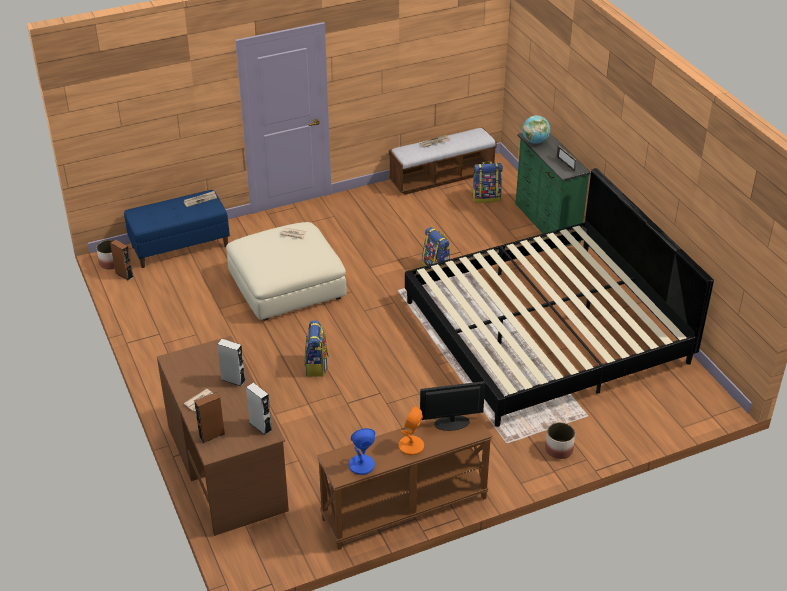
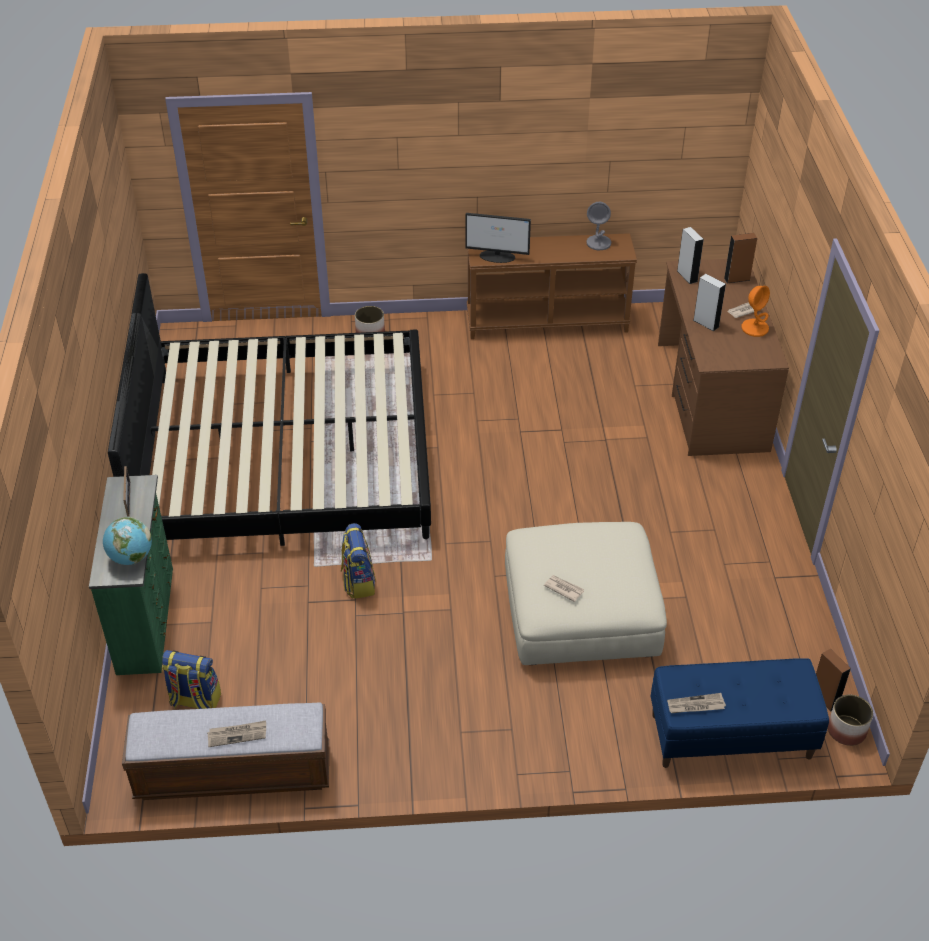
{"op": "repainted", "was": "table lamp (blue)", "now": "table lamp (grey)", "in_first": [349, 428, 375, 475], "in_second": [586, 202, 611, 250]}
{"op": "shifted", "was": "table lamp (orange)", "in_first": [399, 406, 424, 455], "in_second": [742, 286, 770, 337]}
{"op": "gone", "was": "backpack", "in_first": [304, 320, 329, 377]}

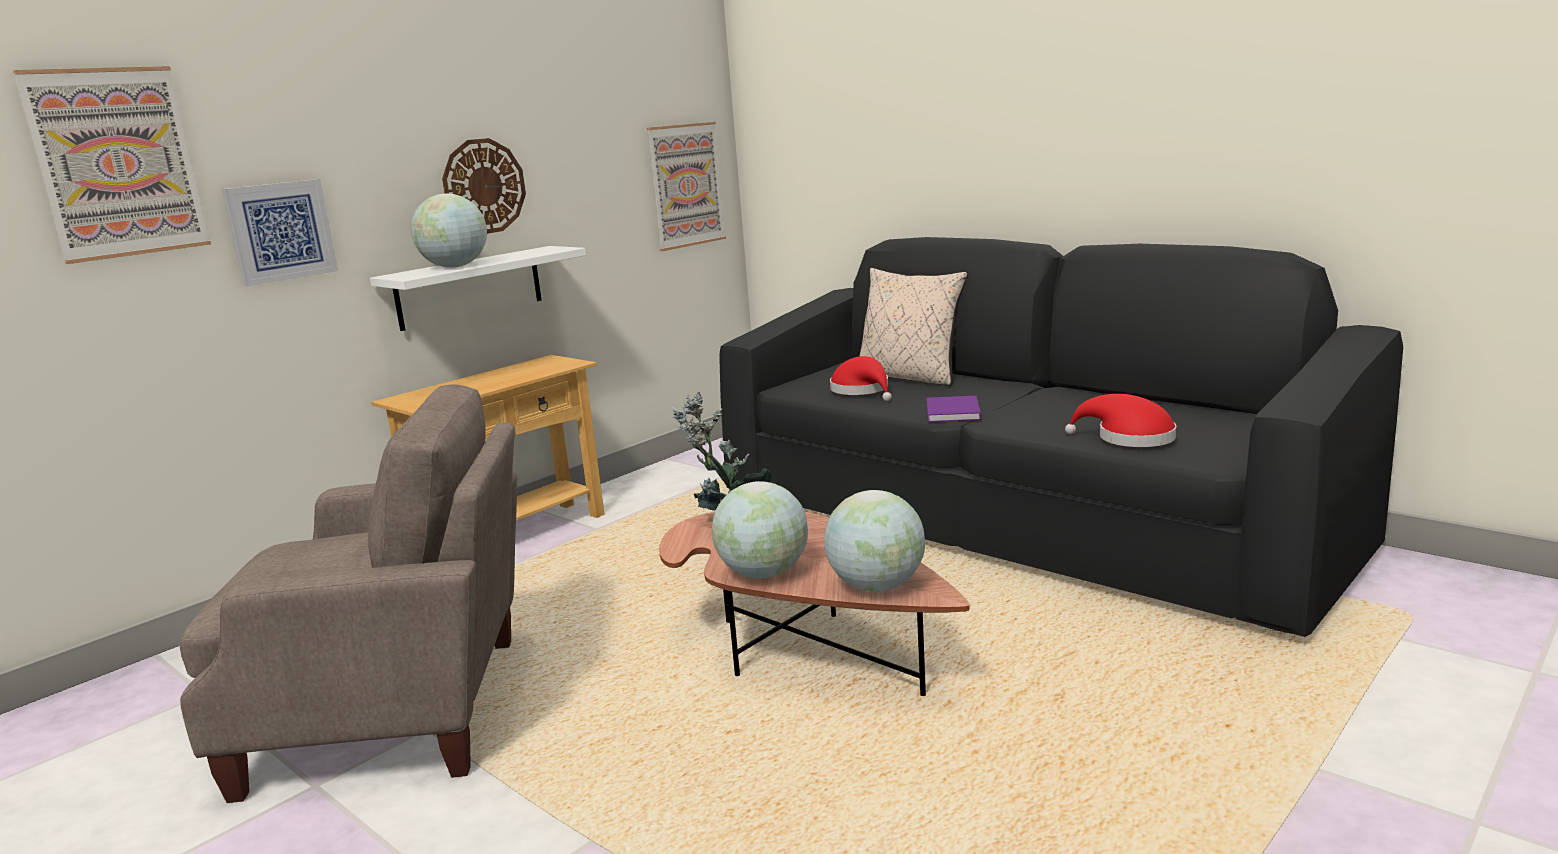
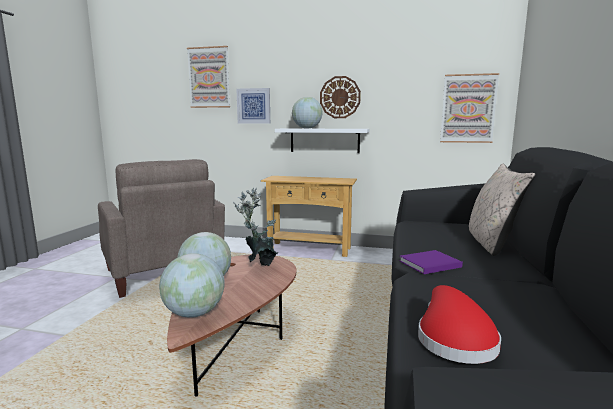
{"op": "gone", "was": "hat (red)", "in_first": [830, 356, 892, 401]}

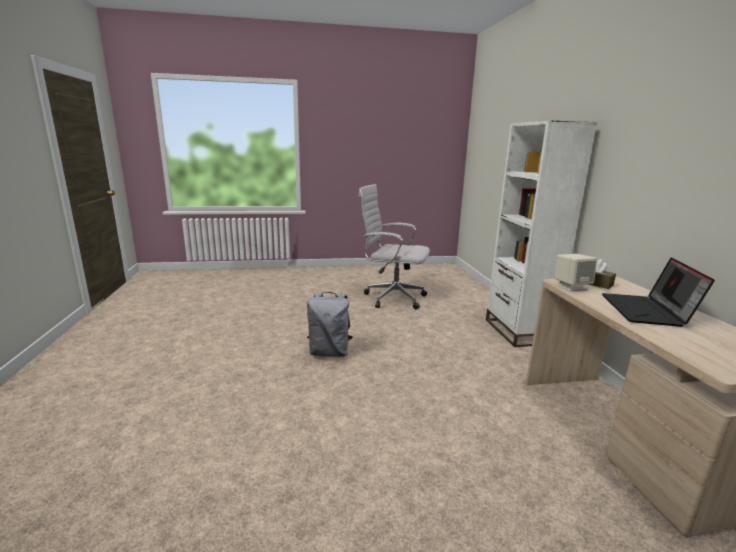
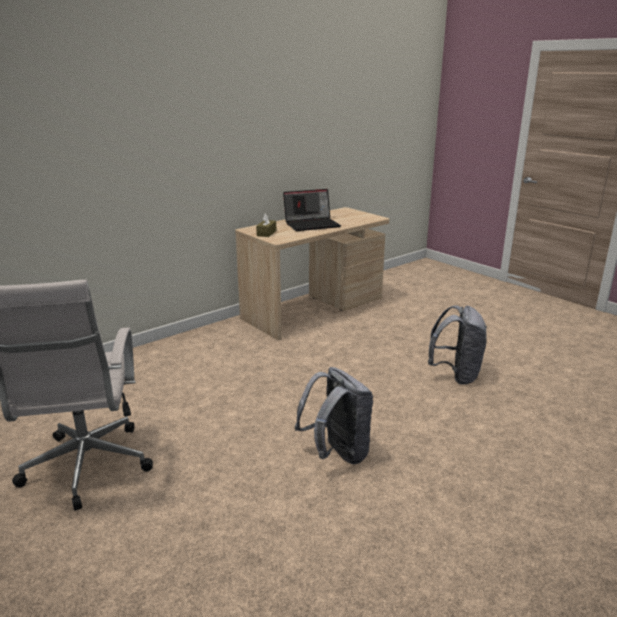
{"op": "new", "now": "backpack (grey)", "in_second": [428, 305, 487, 385]}
{"op": "gone", "was": "bookcase (white)", "in_first": [486, 120, 597, 347]}
{"op": "gone", "was": "speaker (beige)", "in_first": [554, 254, 597, 291]}

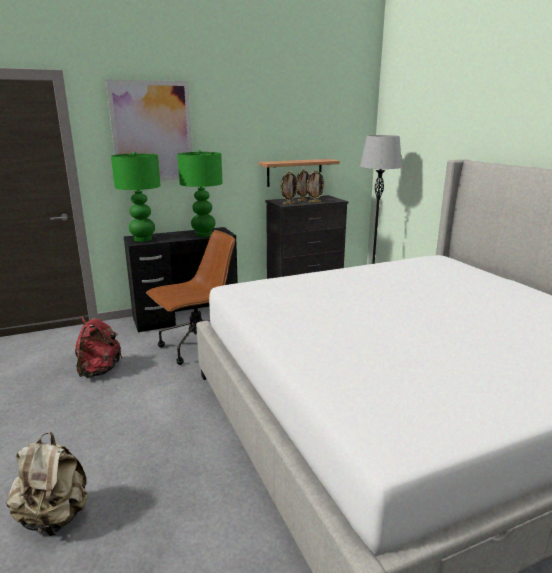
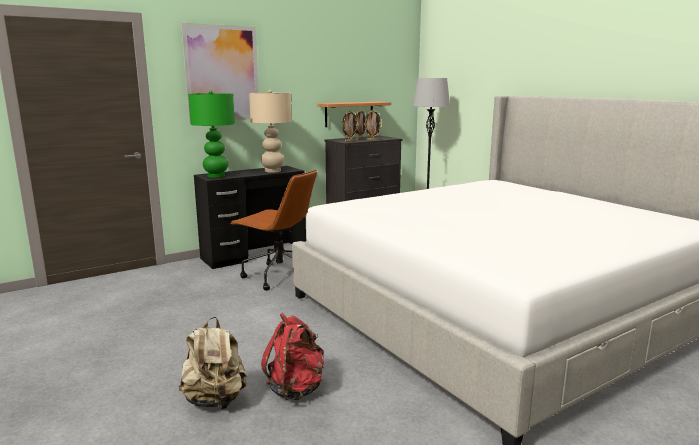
{"op": "rotated", "was": "office chair (brown)", "in_first": [146, 230, 235, 365], "in_second": [230, 170, 317, 291], "clockwise": 75}
{"op": "repainted", "was": "table lamp (green)", "now": "table lamp (beige)", "in_first": [177, 150, 222, 237], "in_second": [249, 90, 292, 173]}
{"op": "shifted", "was": "backpack (red)", "in_first": [75, 316, 122, 378], "in_second": [261, 313, 324, 400]}

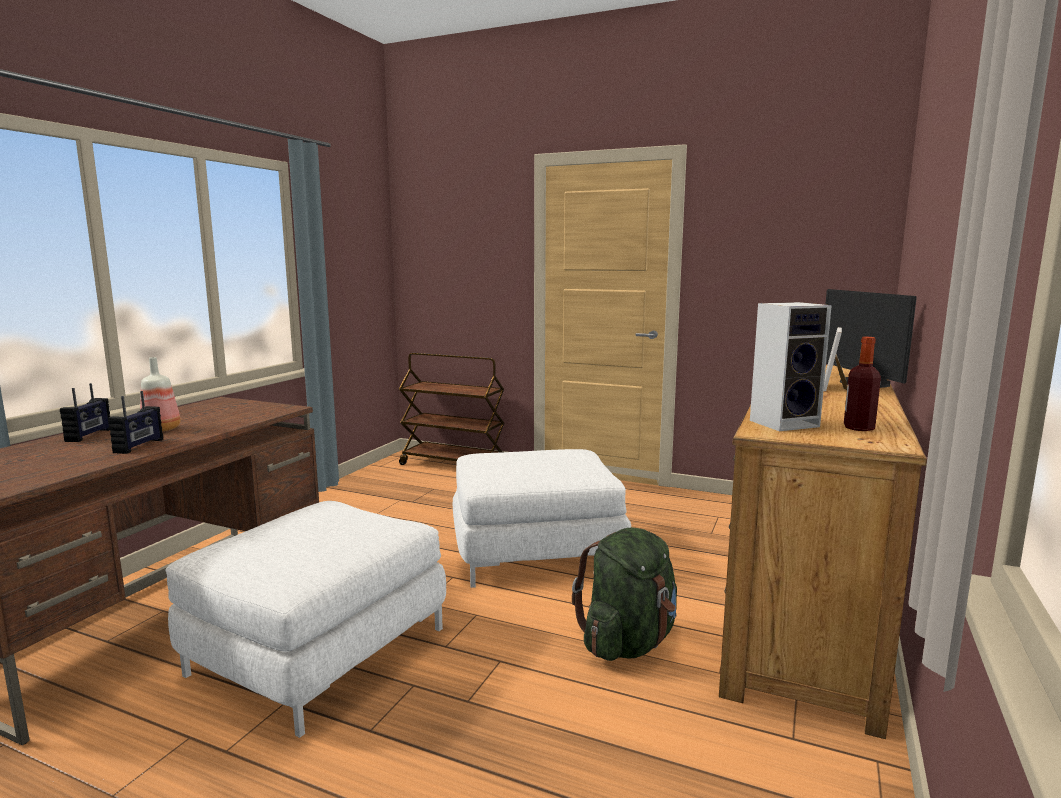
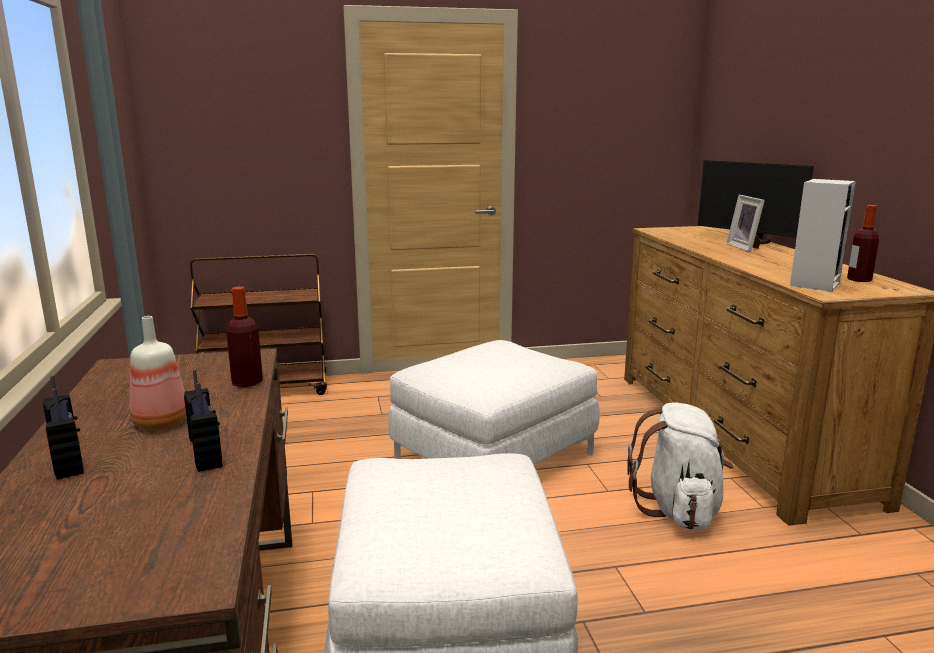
{"op": "new", "now": "bottle", "in_second": [226, 286, 263, 387]}
{"op": "repainted", "was": "backpack (green)", "now": "backpack (white)", "in_first": [572, 527, 677, 661], "in_second": [627, 402, 734, 529]}

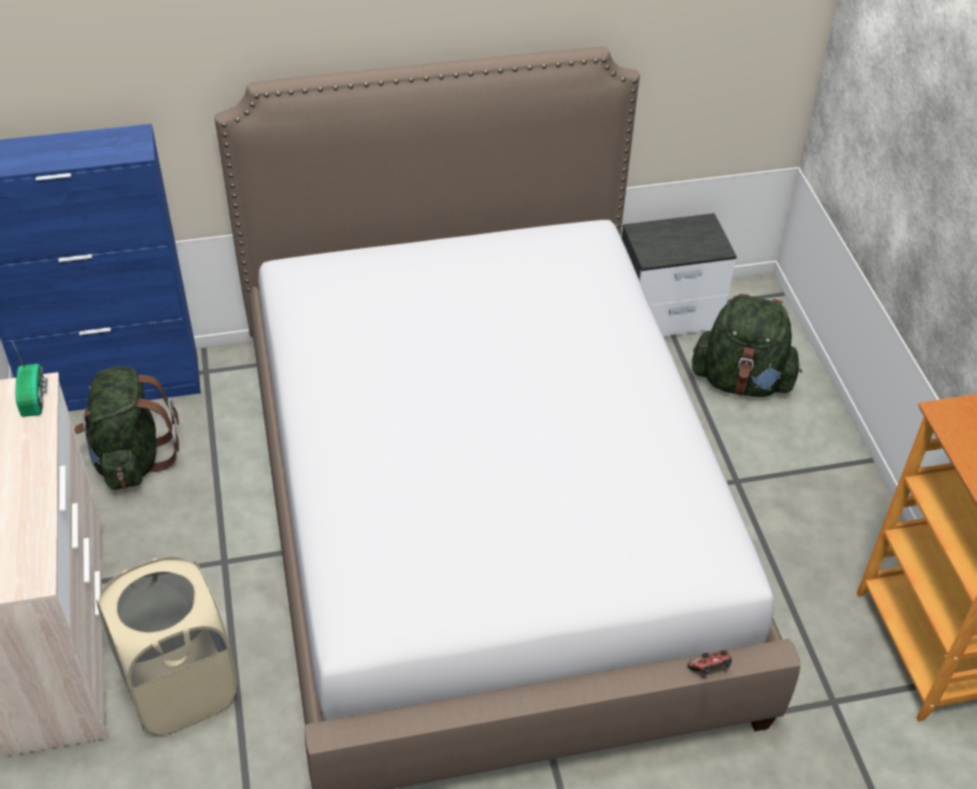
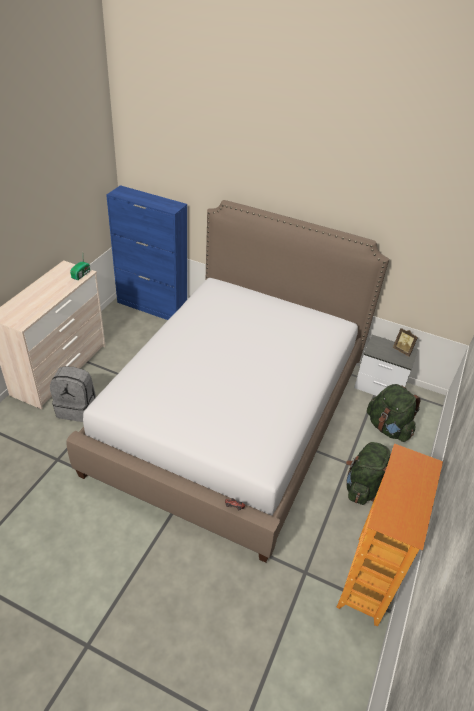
{"op": "swapped", "was": "laundry basket (beige)", "now": "backpack (grey)", "in_first": [96, 556, 238, 735], "in_second": [50, 366, 96, 422]}
{"op": "shifted", "was": "backpack (green)", "in_first": [74, 366, 179, 490], "in_second": [346, 442, 391, 505]}
{"op": "new", "now": "picture frame", "in_second": [393, 328, 418, 356]}

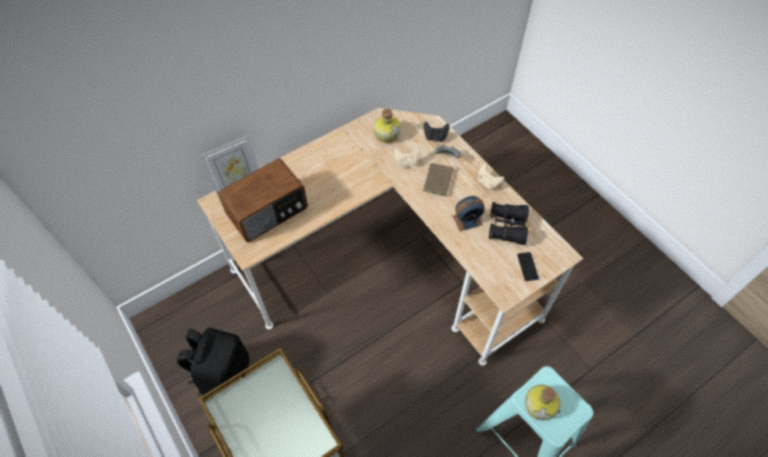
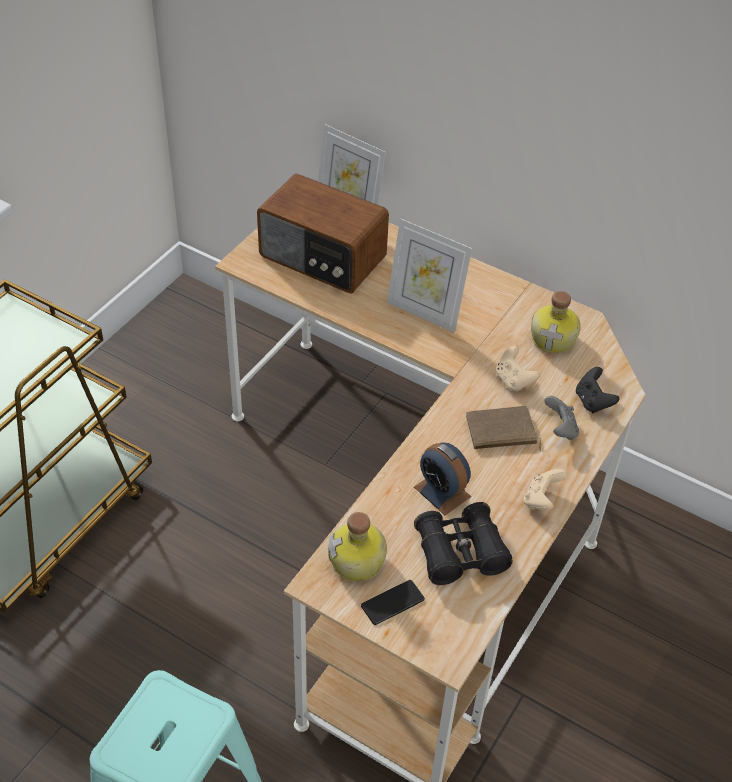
{"op": "shifted", "was": "bottle", "in_first": [525, 384, 561, 420], "in_second": [328, 512, 387, 582]}
{"op": "new", "now": "picture frame", "in_second": [387, 219, 472, 333]}
{"op": "gone", "was": "backpack (black)", "in_first": [177, 328, 249, 399]}

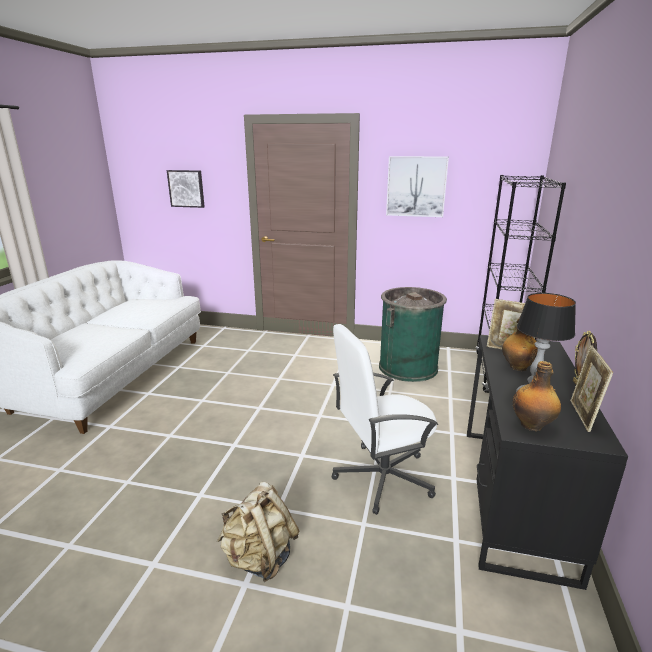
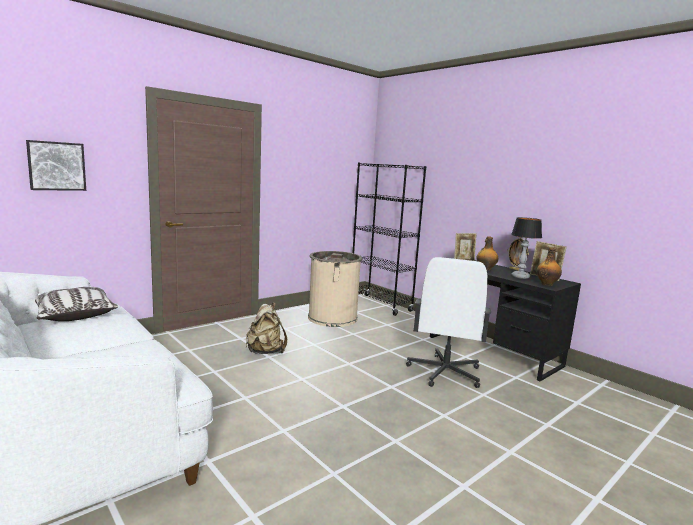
{"op": "new", "now": "pillow", "in_second": [35, 287, 118, 321]}
{"op": "shifted", "was": "backpack (beige)", "in_first": [217, 482, 300, 582], "in_second": [246, 302, 287, 354]}
{"op": "repainted", "was": "trash can (green)", "now": "trash can (beige)", "in_first": [379, 287, 447, 382], "in_second": [308, 251, 363, 327]}
{"op": "gone", "was": "picture", "in_first": [386, 156, 449, 217]}

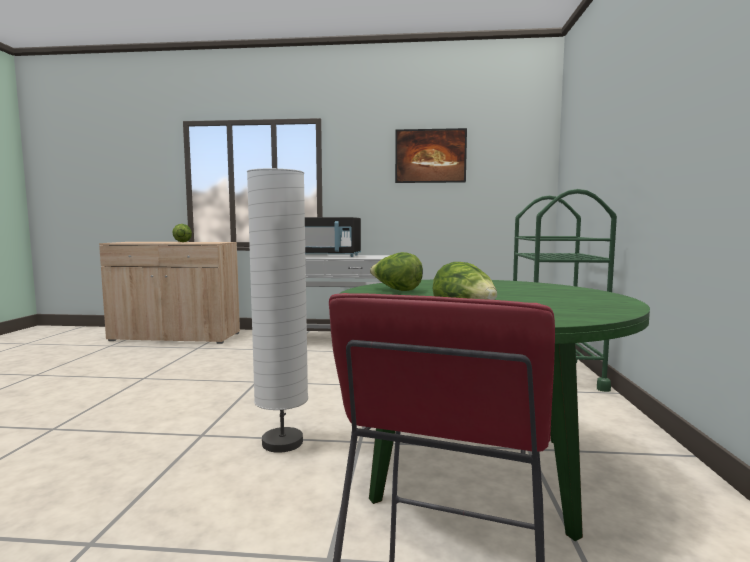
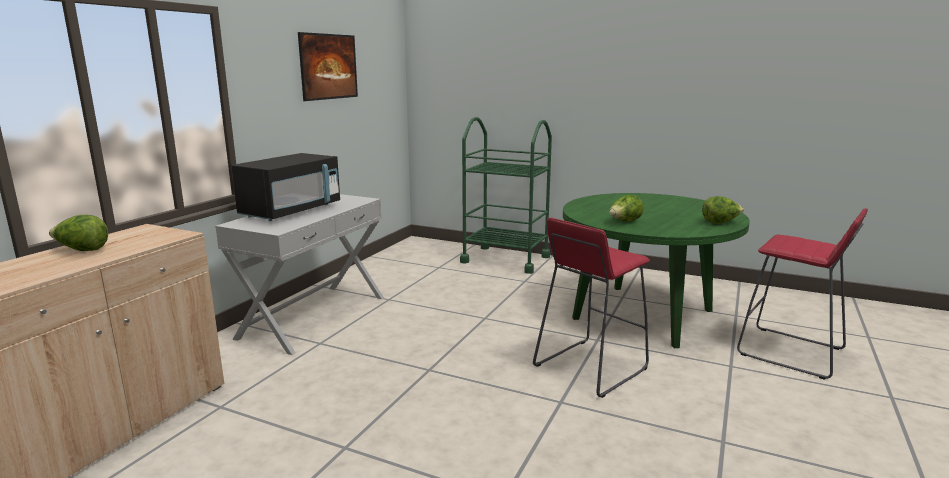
{"op": "swapped", "was": "floor lamp (white)", "now": "stool (red)", "in_first": [247, 168, 308, 453], "in_second": [533, 218, 650, 398]}

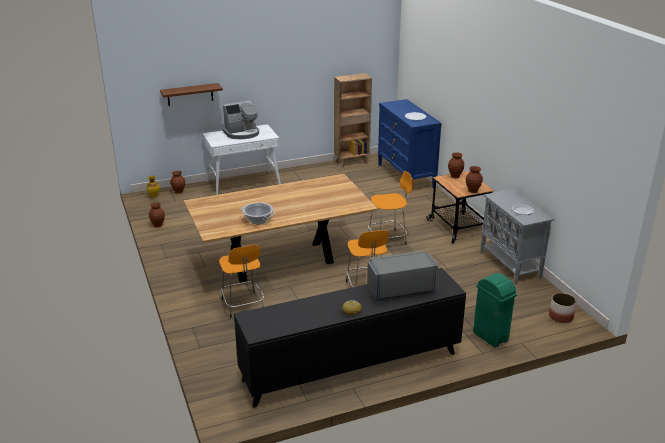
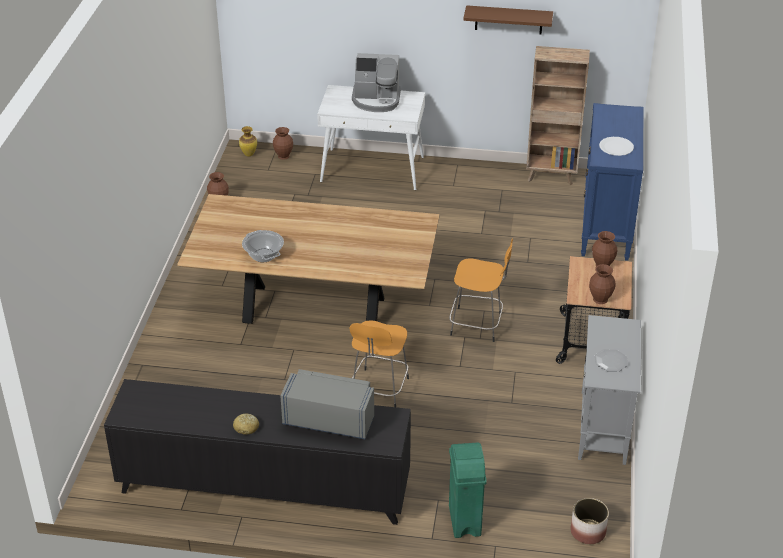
{"op": "shifted", "was": "shelf (brown)", "in_first": [160, 83, 223, 106], "in_second": [463, 5, 553, 35]}
{"op": "gone", "was": "stool (orange)", "in_first": [219, 245, 264, 318]}

